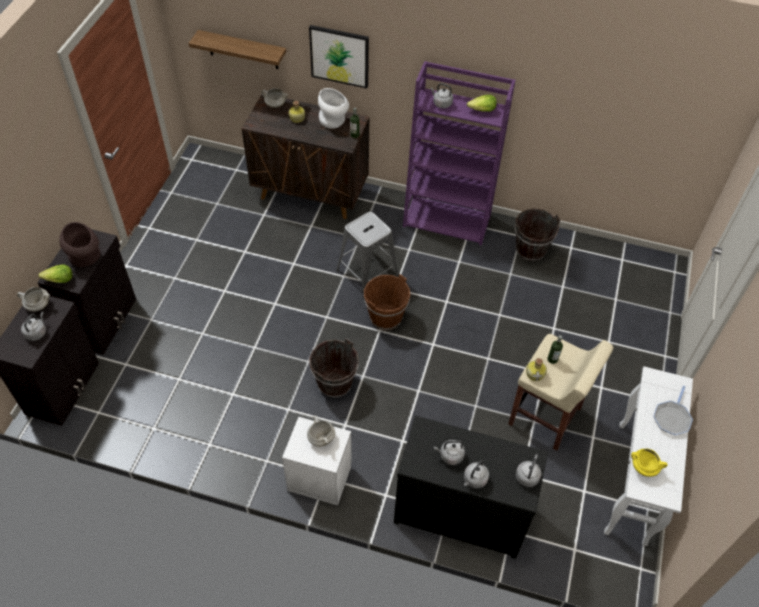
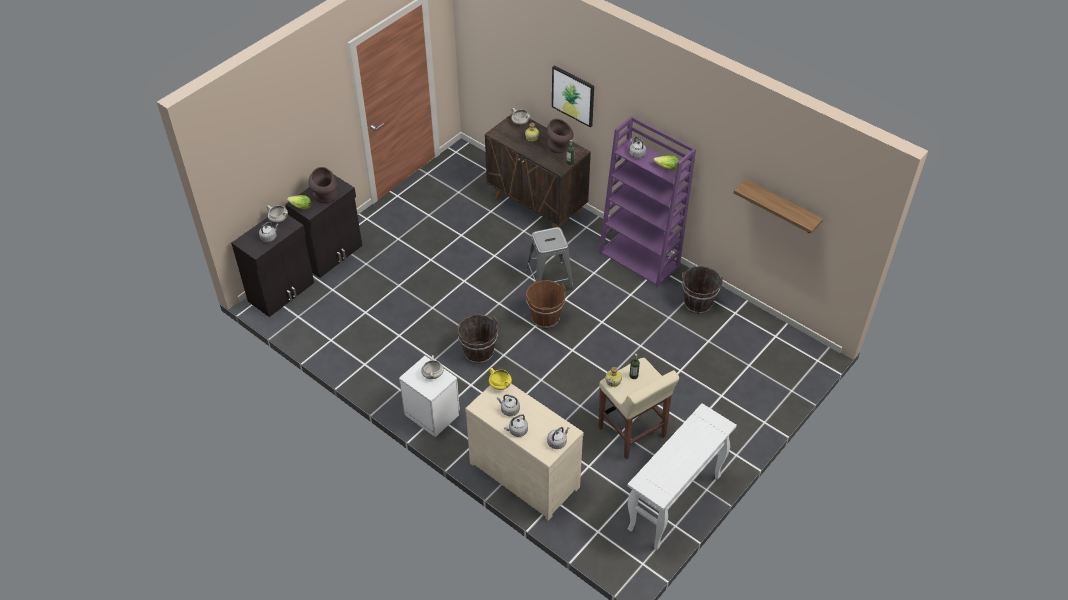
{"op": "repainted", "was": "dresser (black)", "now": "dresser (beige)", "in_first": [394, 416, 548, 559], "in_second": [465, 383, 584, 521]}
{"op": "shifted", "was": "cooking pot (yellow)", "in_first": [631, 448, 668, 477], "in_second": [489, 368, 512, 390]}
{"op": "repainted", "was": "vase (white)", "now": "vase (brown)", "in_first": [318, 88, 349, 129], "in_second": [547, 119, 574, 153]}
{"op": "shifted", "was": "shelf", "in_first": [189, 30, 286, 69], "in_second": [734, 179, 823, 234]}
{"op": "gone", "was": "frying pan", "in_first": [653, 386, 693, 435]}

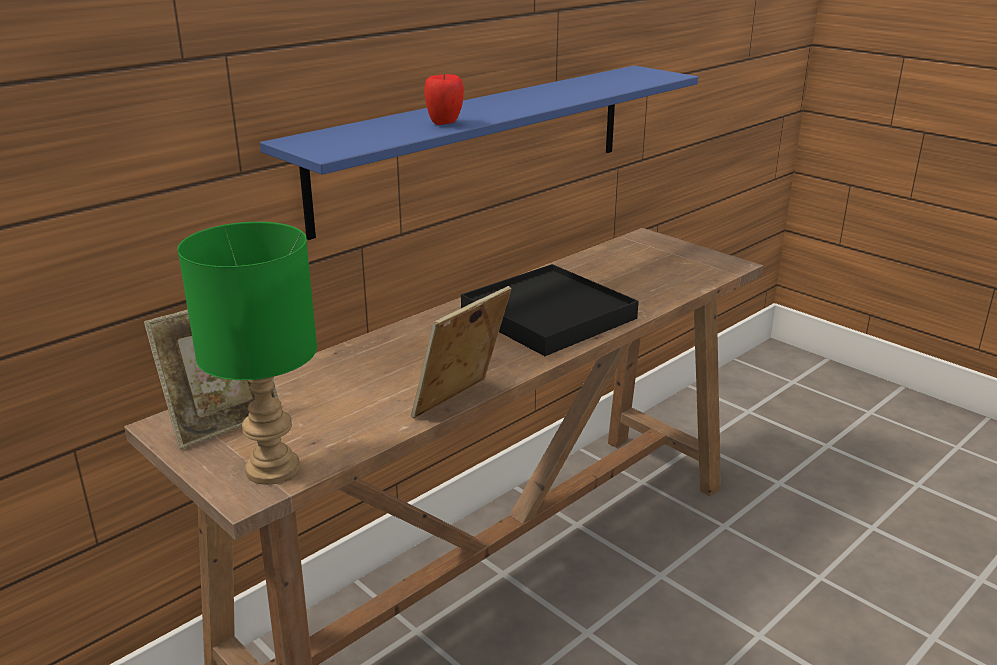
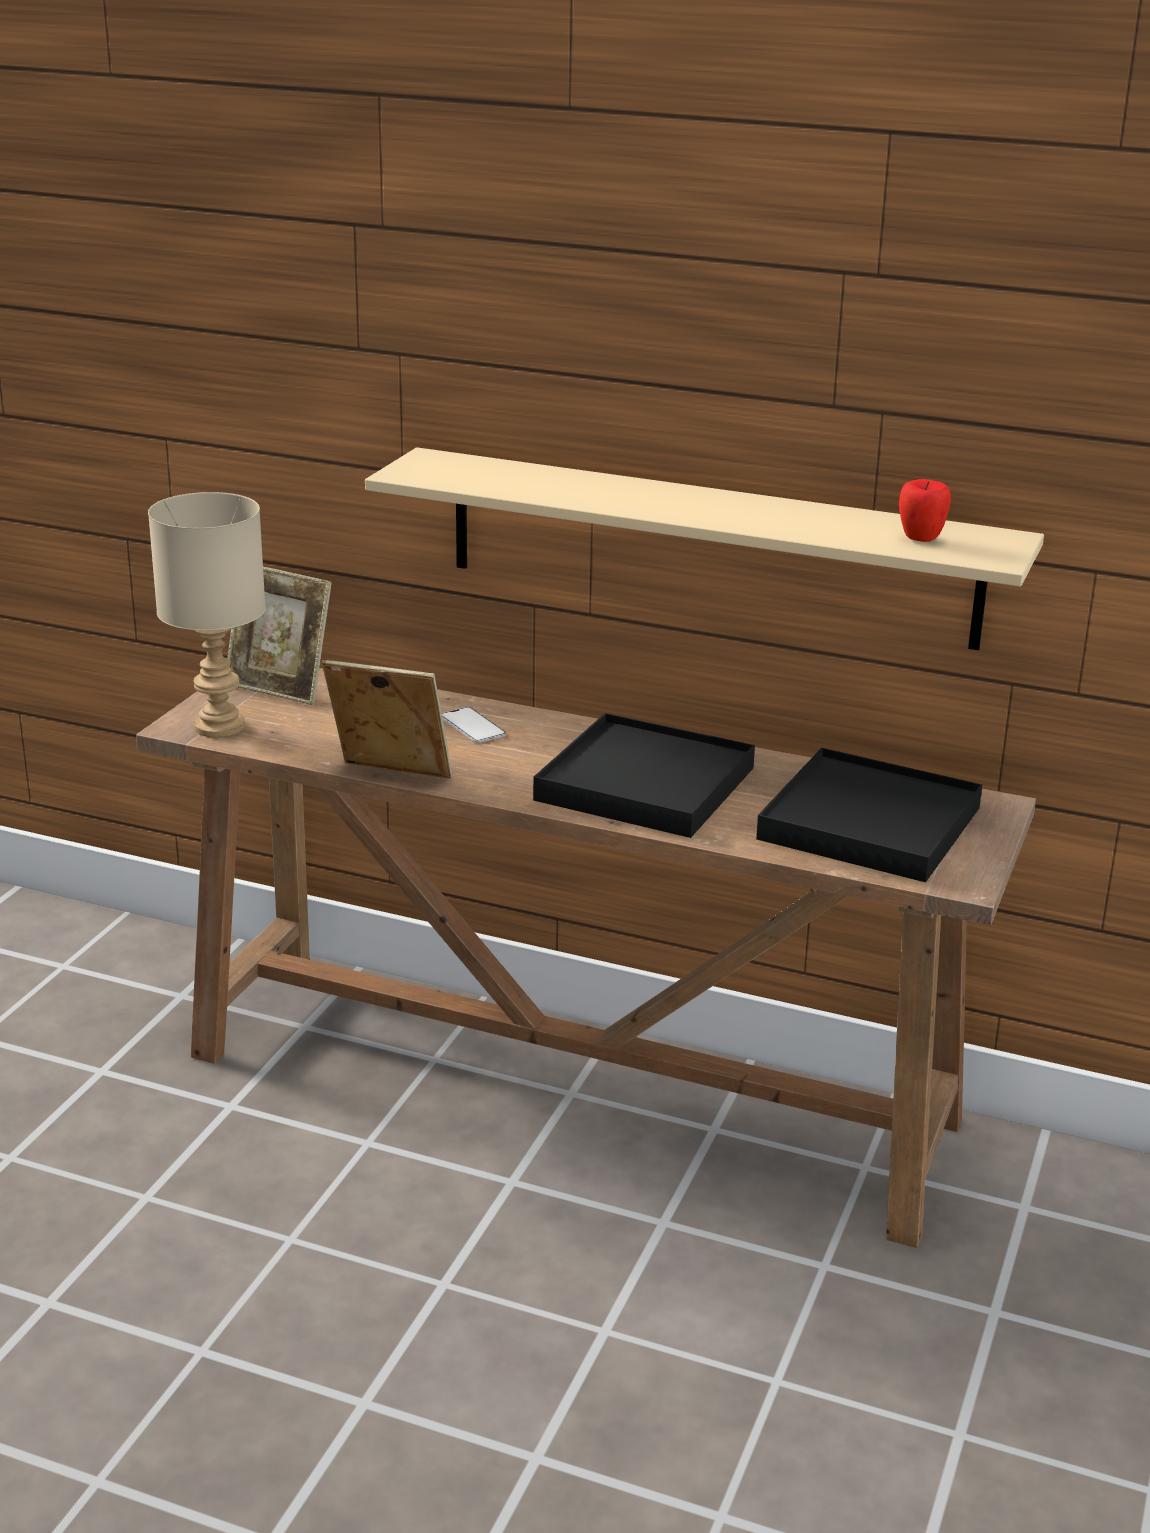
{"op": "repainted", "was": "table lamp (green)", "now": "table lamp (beige)", "in_first": [177, 222, 317, 485], "in_second": [148, 492, 266, 738]}
{"op": "repainted", "was": "shelf (blue)", "now": "shelf (beige)", "in_first": [260, 65, 698, 240], "in_second": [365, 447, 1044, 650]}
{"op": "new", "now": "phone", "in_second": [442, 707, 506, 743]}
{"op": "new", "now": "tray (black)", "in_second": [756, 748, 982, 882]}
{"op": "shifted", "was": "apple", "in_first": [424, 74, 464, 125], "in_second": [899, 479, 951, 542]}

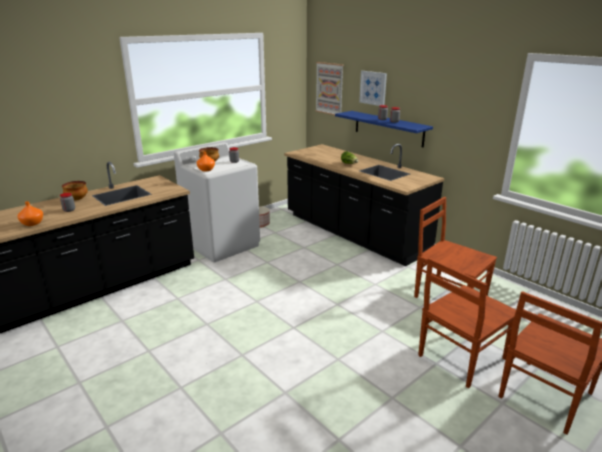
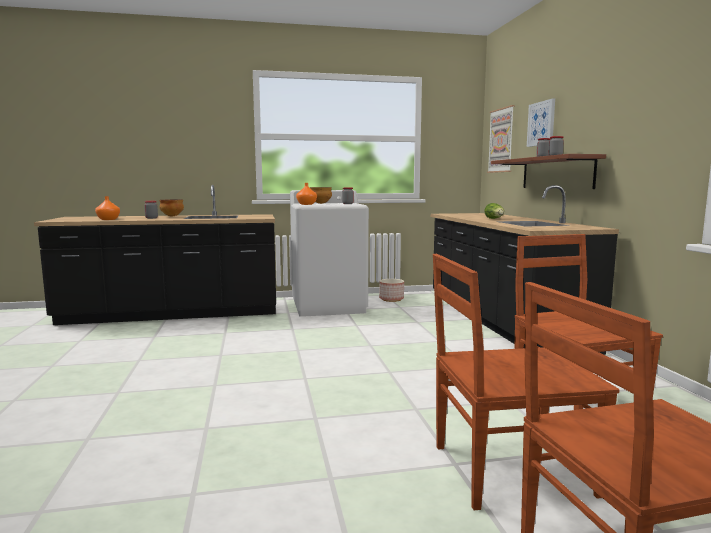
{"op": "repainted", "was": "shelf (blue)", "now": "shelf (brown)", "in_first": [335, 111, 433, 147], "in_second": [491, 154, 606, 189]}

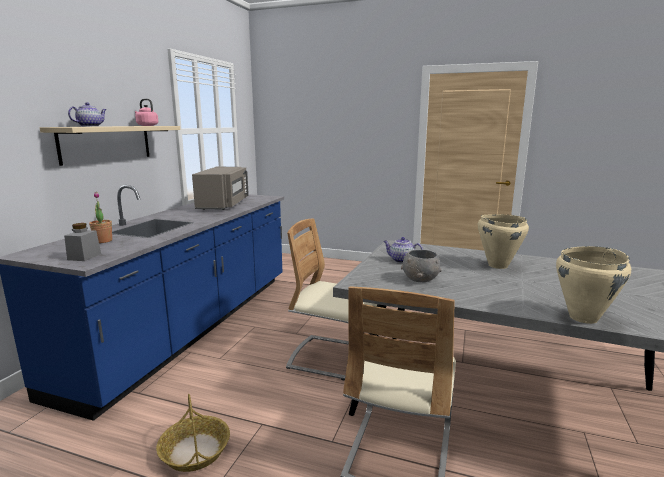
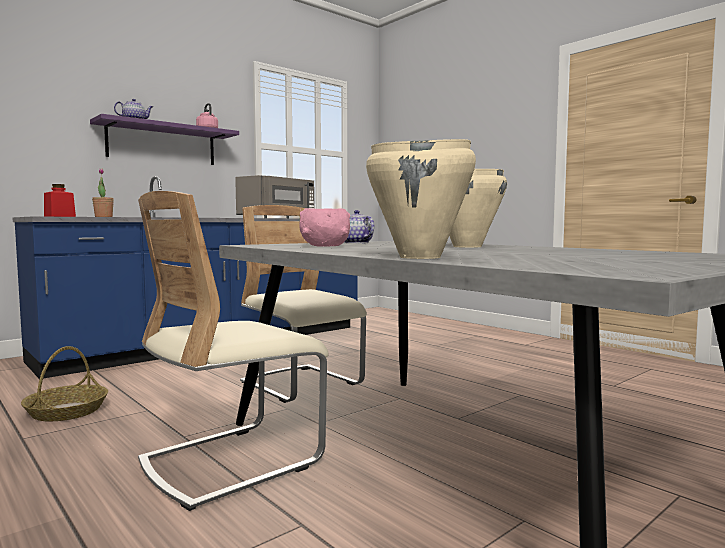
{"op": "repainted", "was": "jar (grey)", "now": "jar (red)", "in_first": [64, 223, 101, 261], "in_second": [44, 184, 76, 217]}
{"op": "repainted", "was": "shelf (beige)", "now": "shelf (purple)", "in_first": [40, 126, 180, 166], "in_second": [90, 114, 239, 165]}
{"op": "repainted", "was": "bowl (grey)", "now": "bowl (pink)", "in_first": [401, 250, 442, 282], "in_second": [300, 208, 350, 247]}

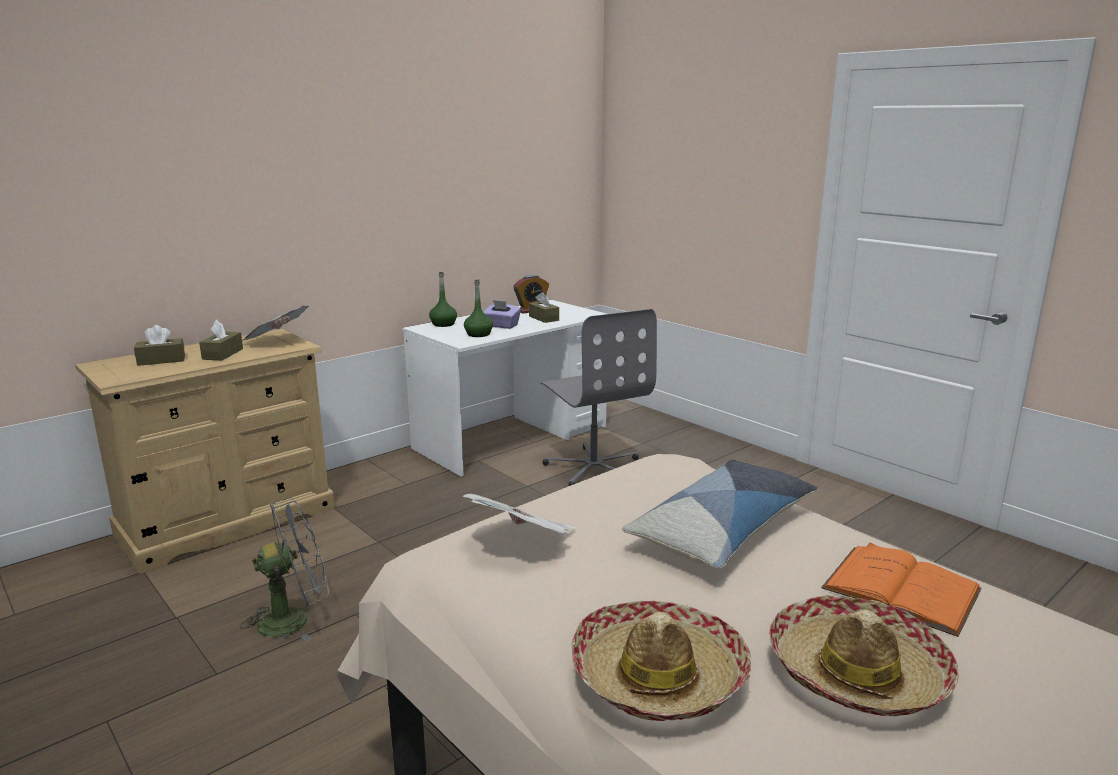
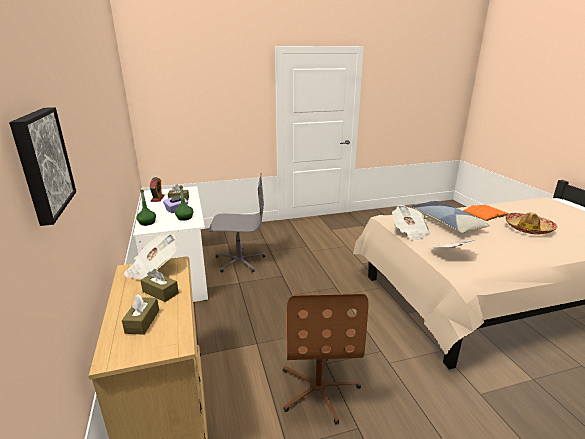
{"op": "new", "now": "picture", "in_second": [9, 107, 76, 226]}
{"op": "swapped", "was": "fan (grey)", "now": "office chair (brown)", "in_first": [240, 497, 329, 641], "in_second": [283, 293, 368, 424]}
{"op": "new", "now": "newspaper", "in_second": [392, 205, 430, 241]}
{"op": "gone", "was": "hat", "in_first": [571, 600, 752, 721]}

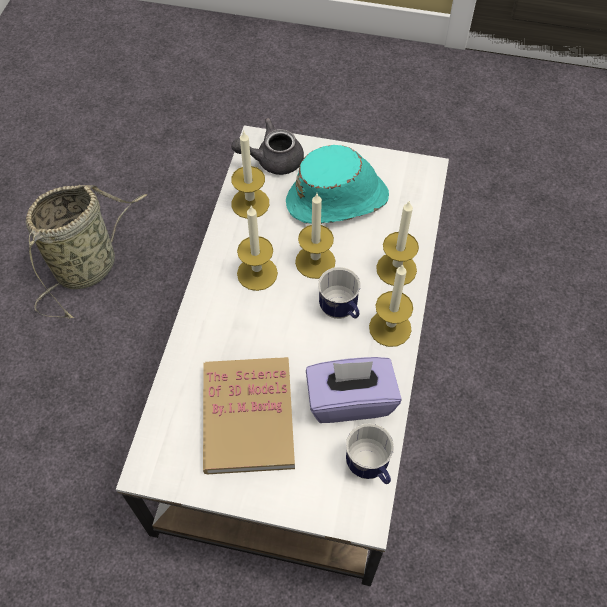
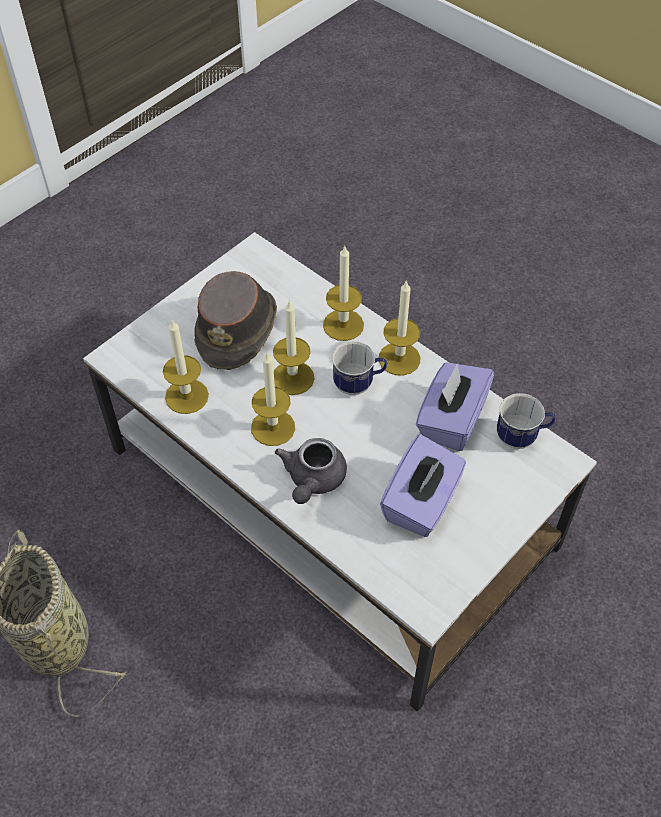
{"op": "repainted", "was": "hat (turquoise)", "now": "hat (brown)", "in_first": [286, 145, 389, 224], "in_second": [194, 271, 277, 370]}
{"op": "shifted", "was": "teapot (grey)", "in_first": [231, 118, 304, 175], "in_second": [275, 438, 347, 504]}
{"op": "swapped", "was": "book", "now": "tissue box (purple)", "in_first": [203, 357, 295, 474], "in_second": [380, 434, 466, 537]}

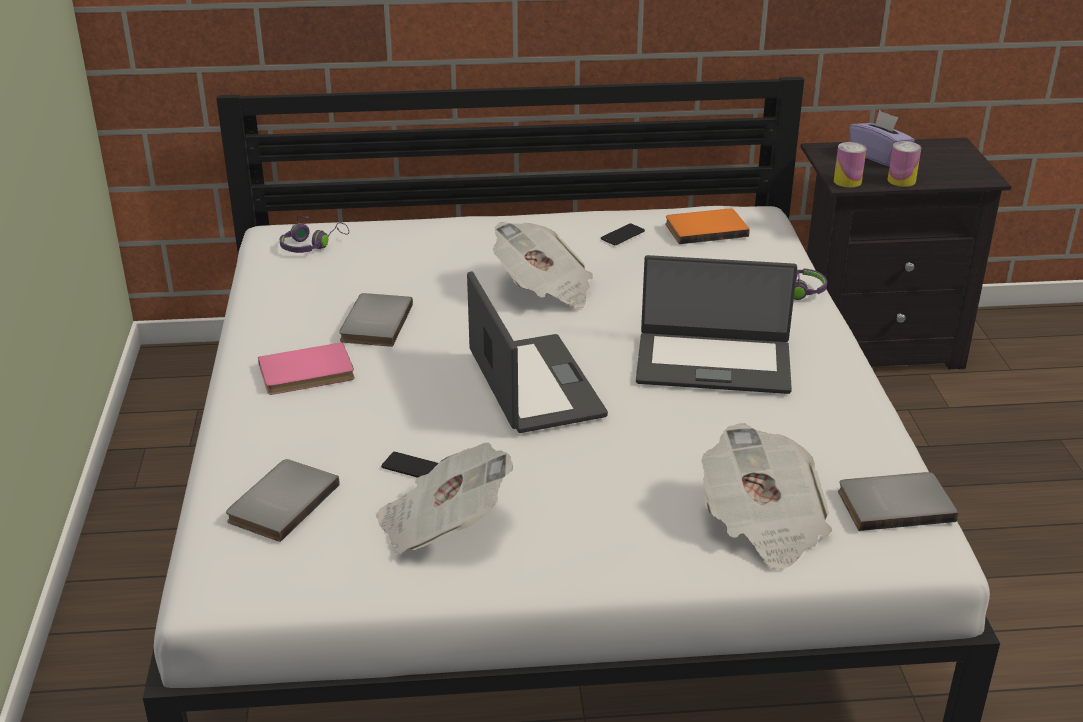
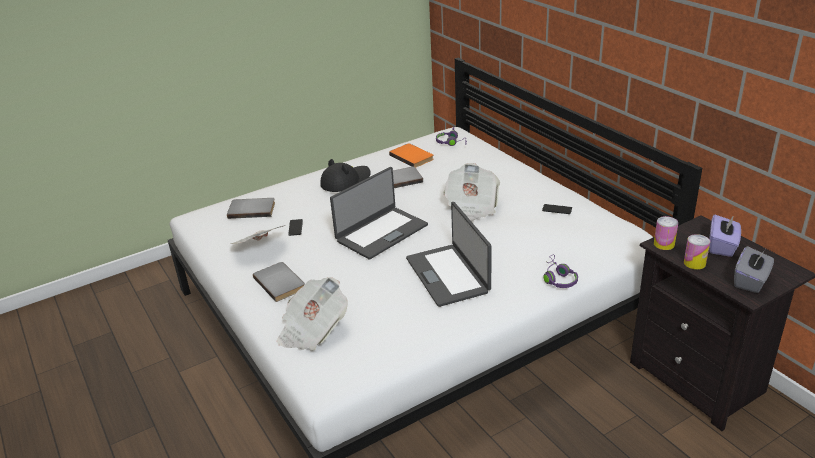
{"op": "shifted", "was": "book (grey)", "in_first": [838, 472, 959, 531], "in_second": [253, 262, 305, 302]}
{"op": "swapped", "was": "book (pink)", "now": "hat (black)", "in_first": [258, 342, 355, 395], "in_second": [320, 159, 371, 192]}
{"op": "shifted", "was": "book (orange)", "in_first": [665, 209, 750, 244], "in_second": [389, 143, 434, 168]}
{"op": "new", "now": "tissue box (grey)", "in_second": [734, 246, 774, 293]}

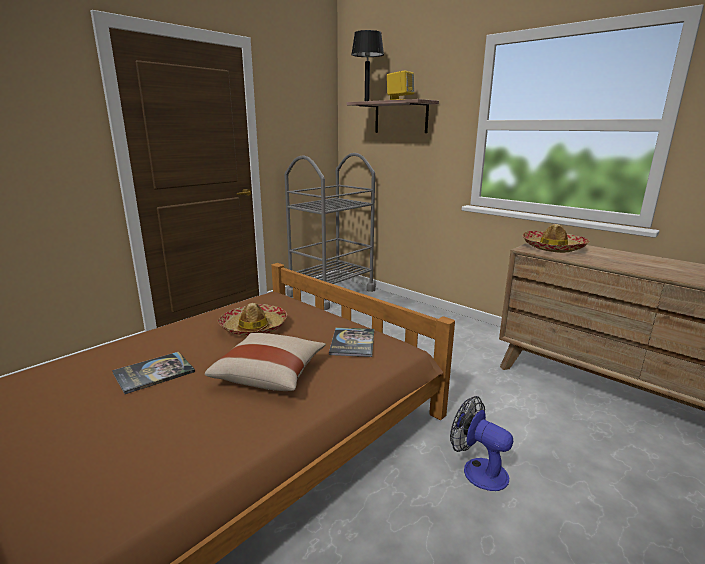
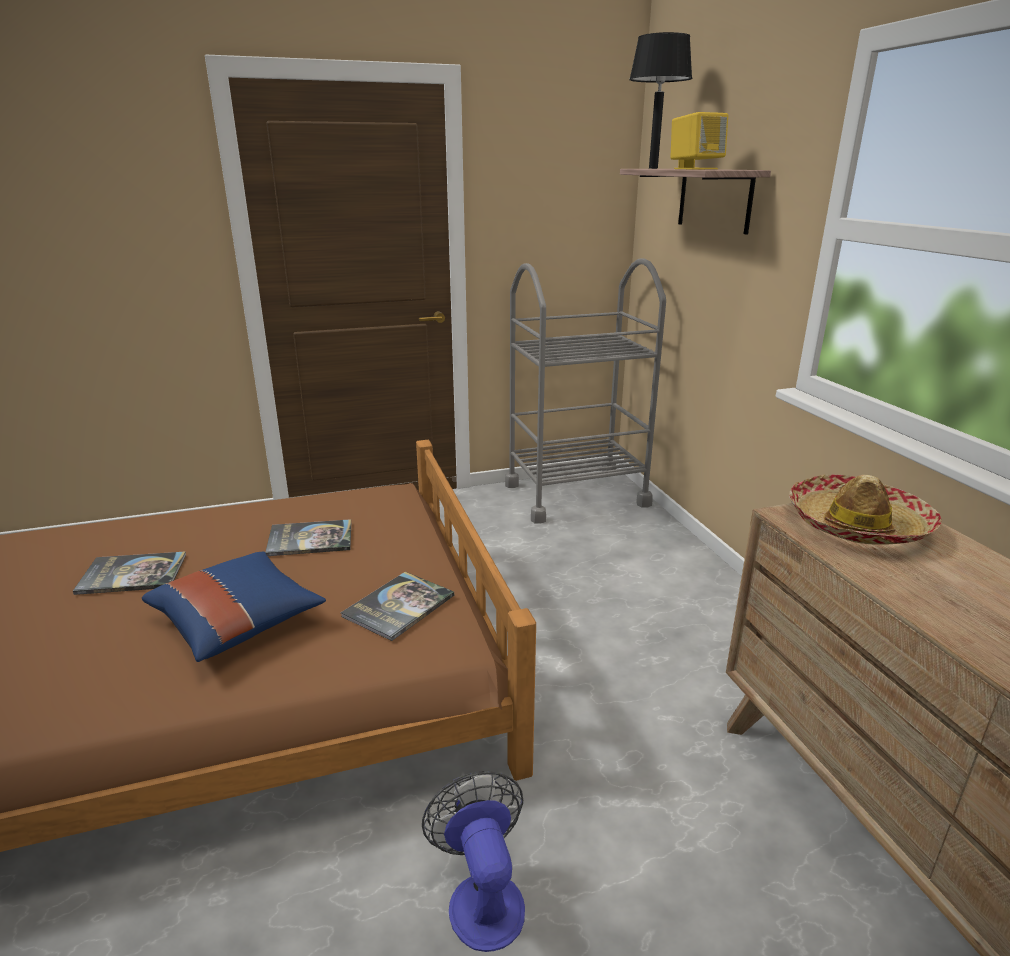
{"op": "repainted", "was": "pillow (beige)", "now": "pillow (blue)", "in_first": [205, 333, 326, 391], "in_second": [142, 551, 326, 662]}
{"op": "swapped", "was": "hat", "now": "book", "in_first": [218, 303, 287, 336], "in_second": [265, 519, 351, 556]}

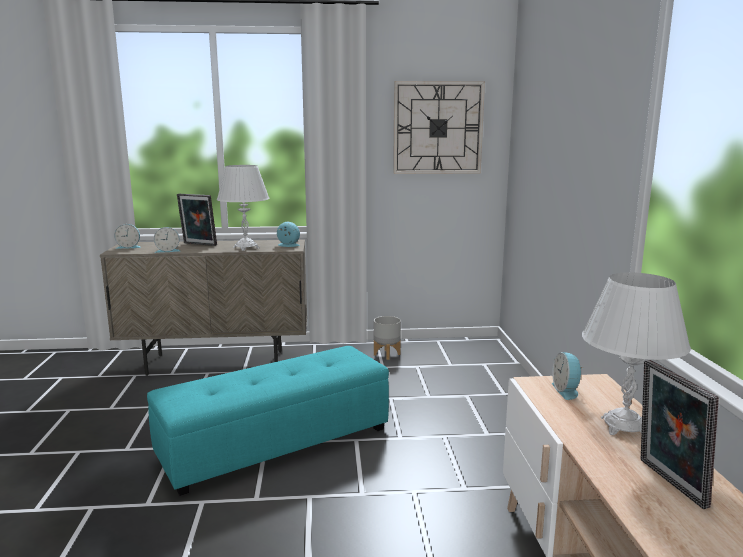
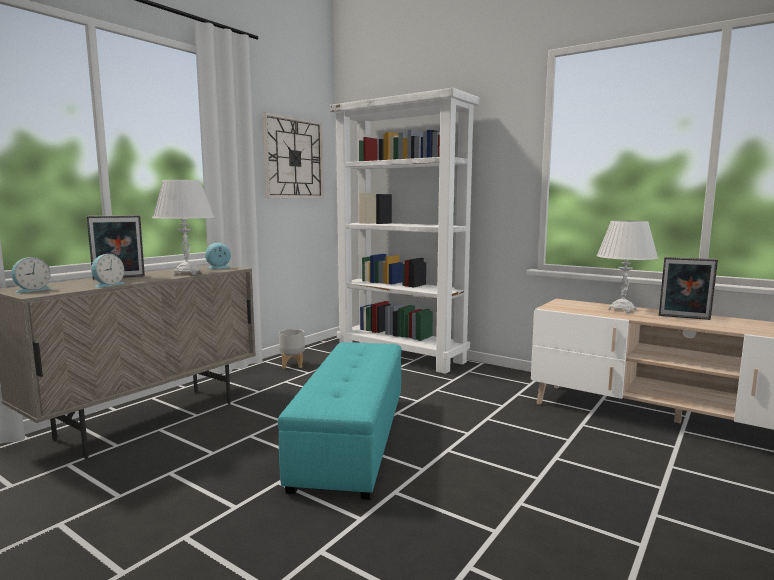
{"op": "new", "now": "bookcase (white)", "in_second": [330, 88, 480, 374]}
{"op": "gone", "was": "alarm clock", "in_first": [552, 352, 583, 400]}

